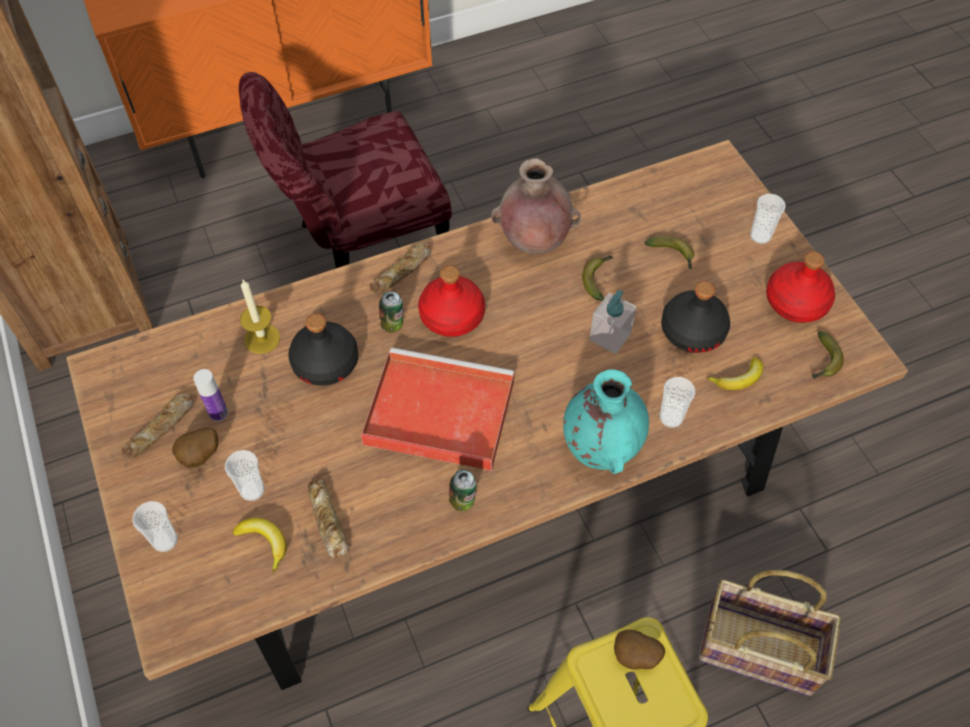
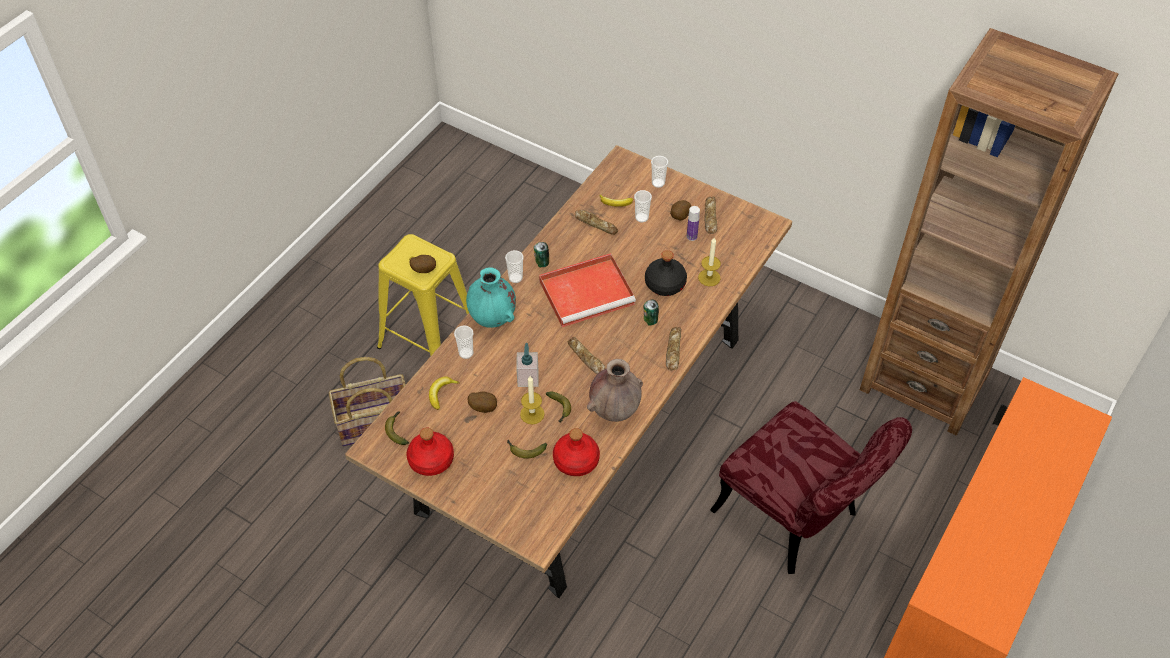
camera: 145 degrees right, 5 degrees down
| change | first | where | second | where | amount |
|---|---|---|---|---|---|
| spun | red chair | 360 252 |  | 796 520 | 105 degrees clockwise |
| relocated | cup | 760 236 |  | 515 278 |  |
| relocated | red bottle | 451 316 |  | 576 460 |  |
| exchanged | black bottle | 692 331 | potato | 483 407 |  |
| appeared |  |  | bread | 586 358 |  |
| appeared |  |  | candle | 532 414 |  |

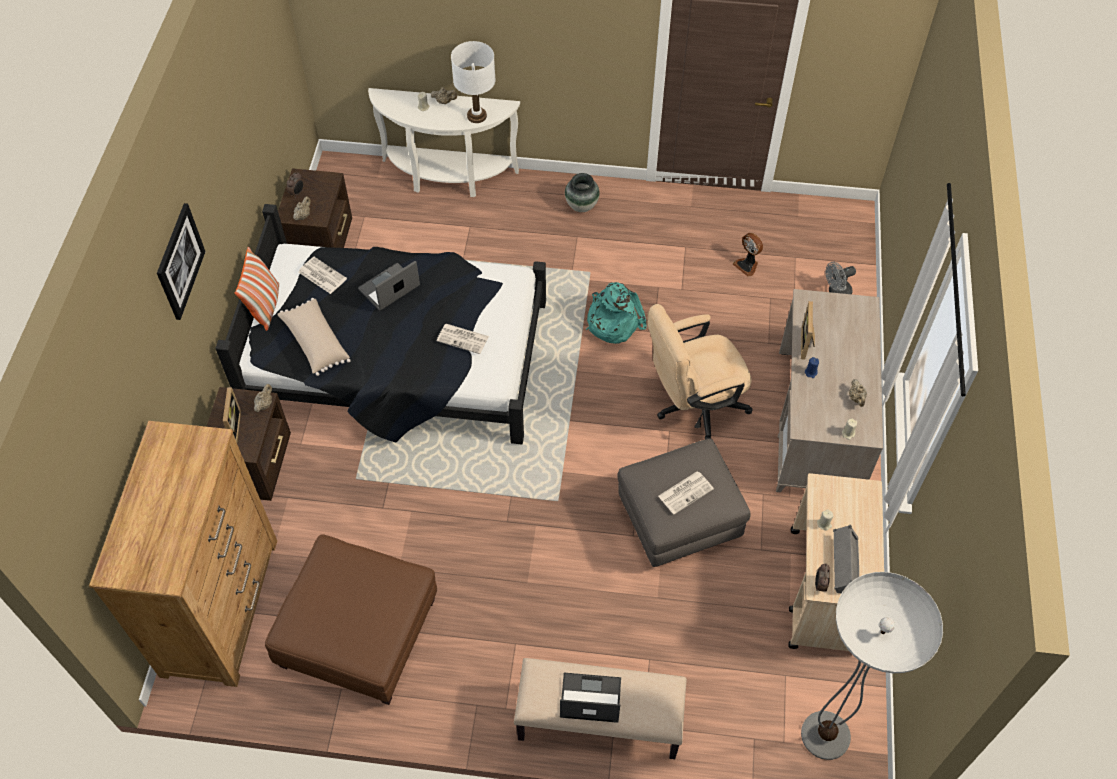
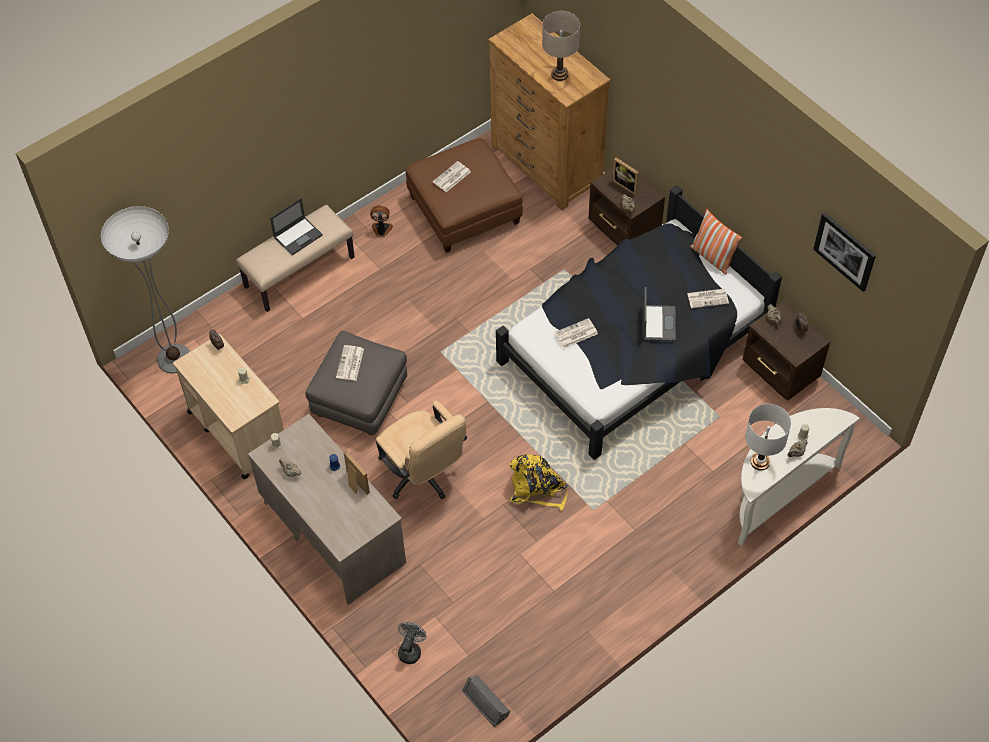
camera: 135 degrees right, 0 degrees up
| change | first | where | second | where | amount |
|---|---|---|---|---|---|
| missing | vase | 581 206 |  |  |  |
| relocated | picture | 179 261 |  | 845 251 |  |
| relocated | fan | 747 265 |  | 381 230 |  |
| colour | turquoise backpack | 612 321 | yellow backpack | 537 488 |  |
| missing | beige pillow | 315 343 |  |  |  |
| spun | beige office chair | 693 406 |  | 423 475 | 120 degrees clockwise |
| relocated | grey speaker | 844 564 |  | 486 702 |  |
| appeared |  |  | beige table lamp | 559 74 |  |
| appeared |  |  | newspaper | 451 177 |  |

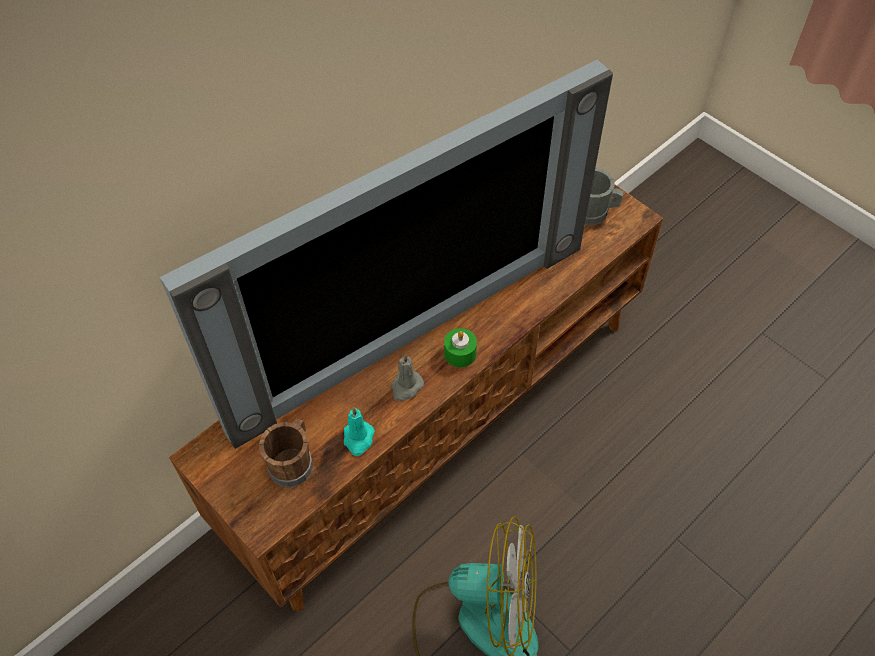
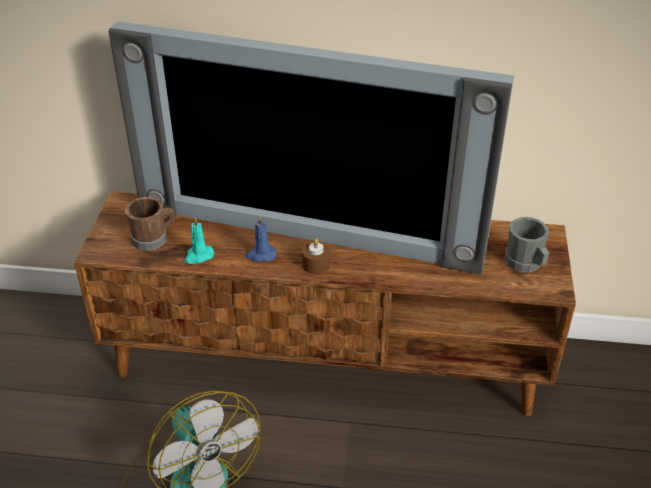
camera: 50 degrees right, 15 degrees down
| change | first | where | second | where | amount |
|---|---|---|---|---|---|
| colour | green candle | 460 353 | brown candle | 316 264 |  |
| colour | grey candle | 406 387 | blue candle | 261 255 |  |

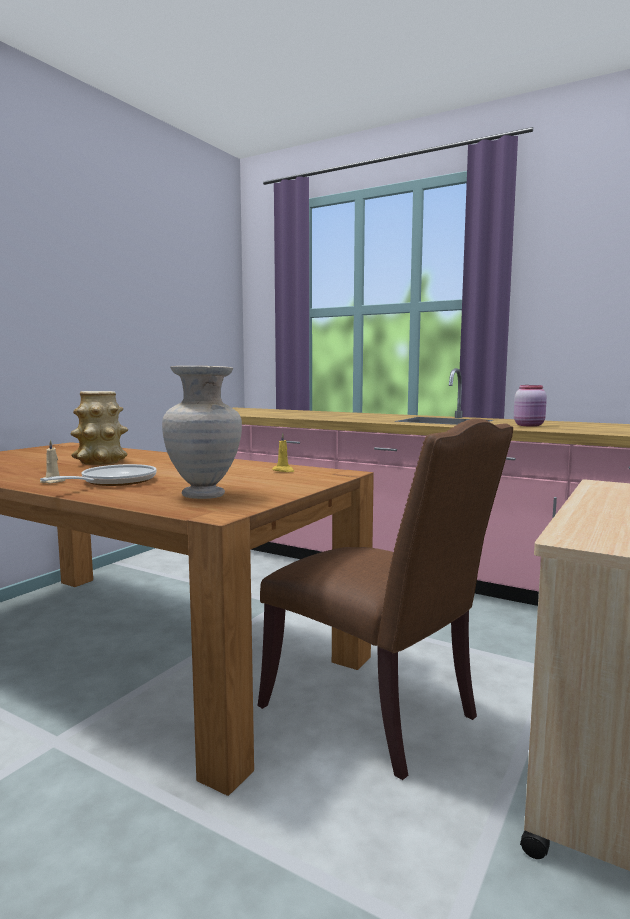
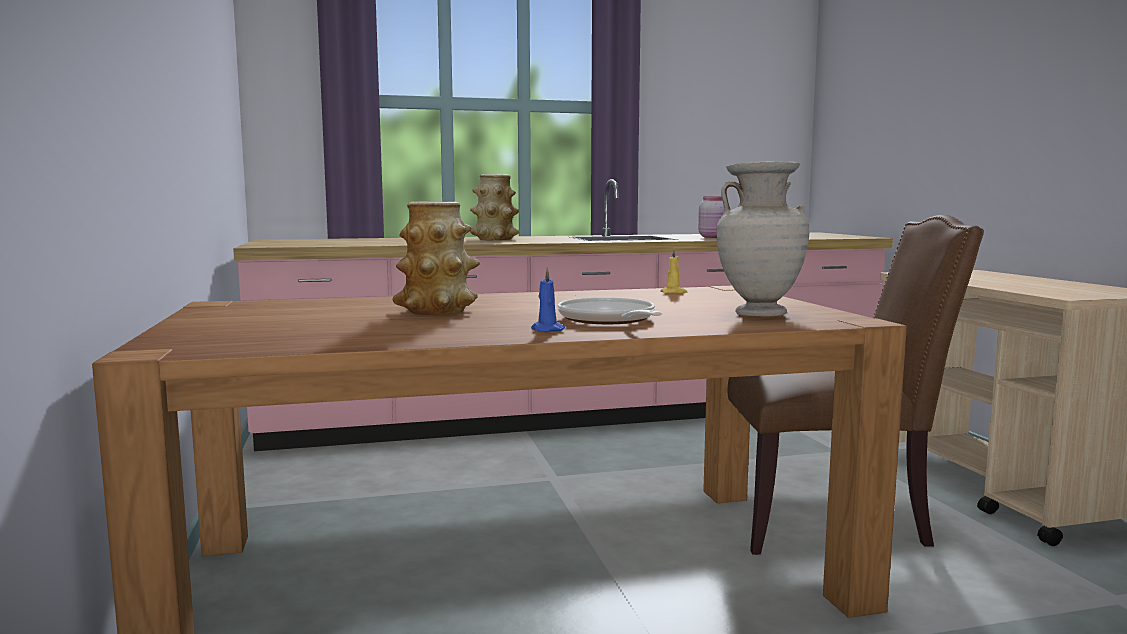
camera: 45 degrees left, 0 degrees up
| change | first | where | second | where | amount |
|---|---|---|---|---|---|
| colour | beige candle | 54 481 | blue candle | 546 330 |  |
| appeared |  |  | vase | 494 239 |  |

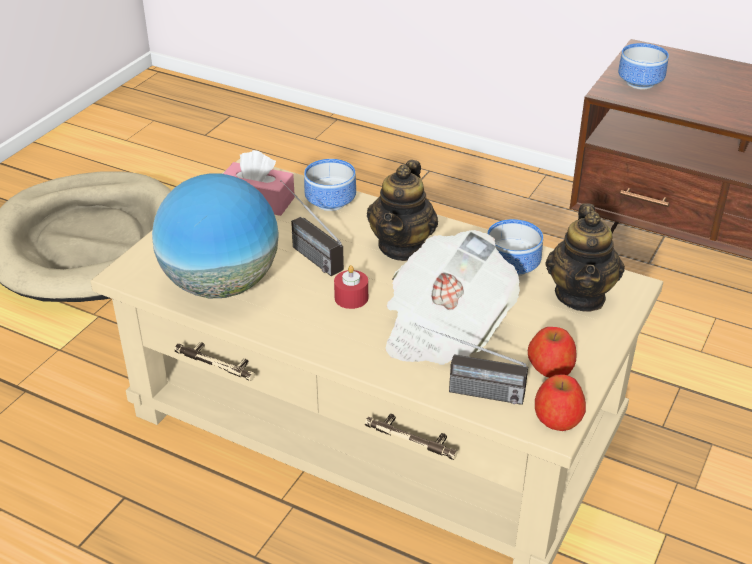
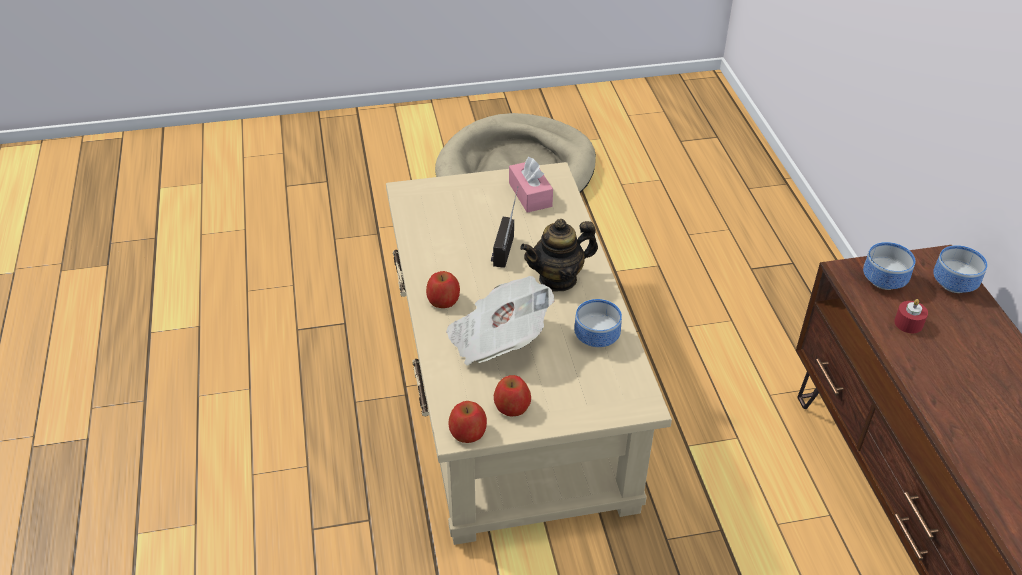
camera: 50 degrees right, 5 degrees up
| change | first | where | second | where | amount |
|---|---|---|---|---|---|
| relocated | bowl | 330 201 |  | 955 283 |  |
| missing | globe | 221 285 |  |  |  |
| missing | teapot | 581 296 |  |  |  |
| relocated | red candle | 351 298 |  | 908 323 |  |
| missing | radio | 466 390 |  |  |  |
| appeared |  |  | apple | 443 300 |  |

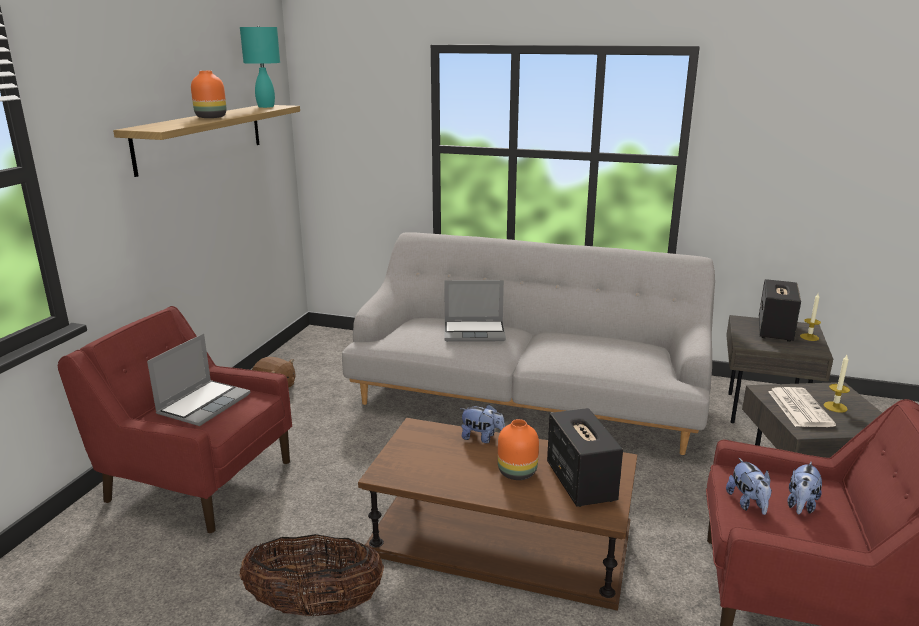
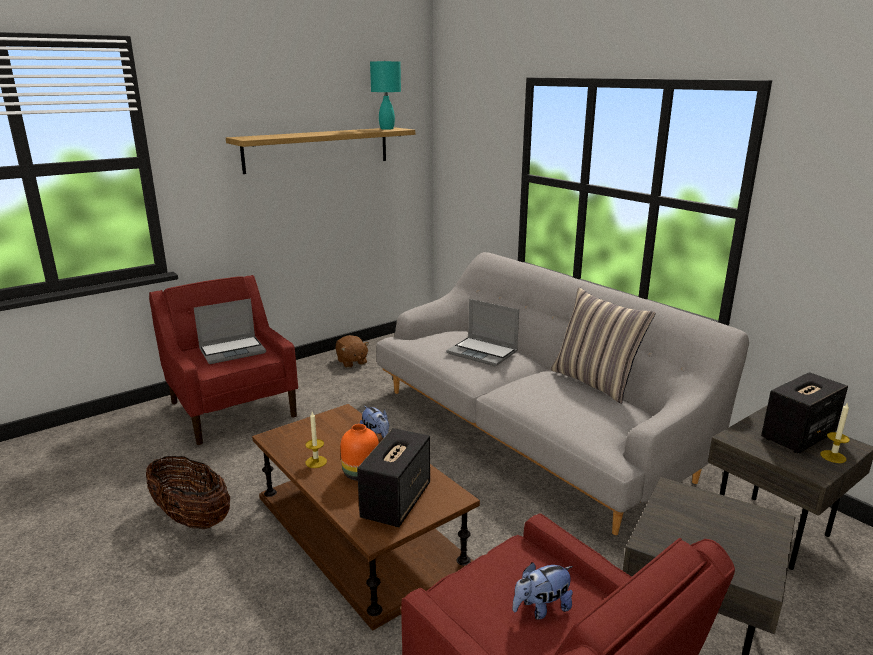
camera: 35 degrees right, 0 degrees up
| change | first | where | second | where | amount |
|---|---|---|---|---|---|
| missing | orange vase | 212 117 |  |  |  |
| relocated | candle | 835 407 |  | 316 462 |  |
| missing | newspaper | 798 408 |  |  |  |
| missing | plush toy | 748 503 |  |  |  |
| appeared |  |  | pillow | 595 382 |  |

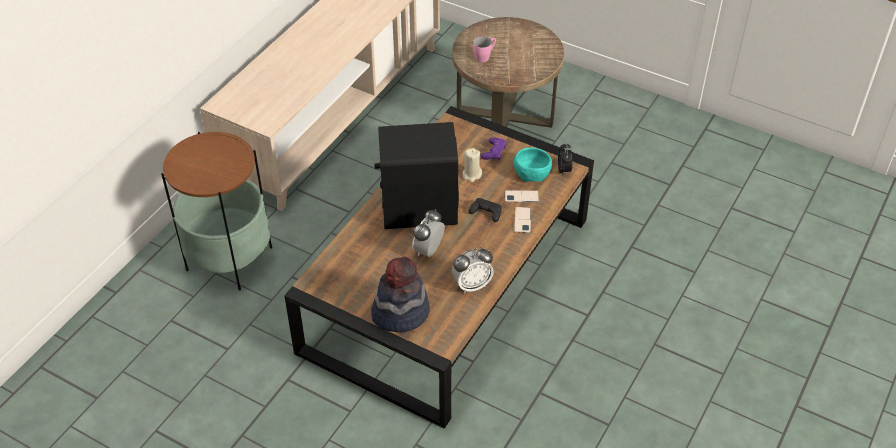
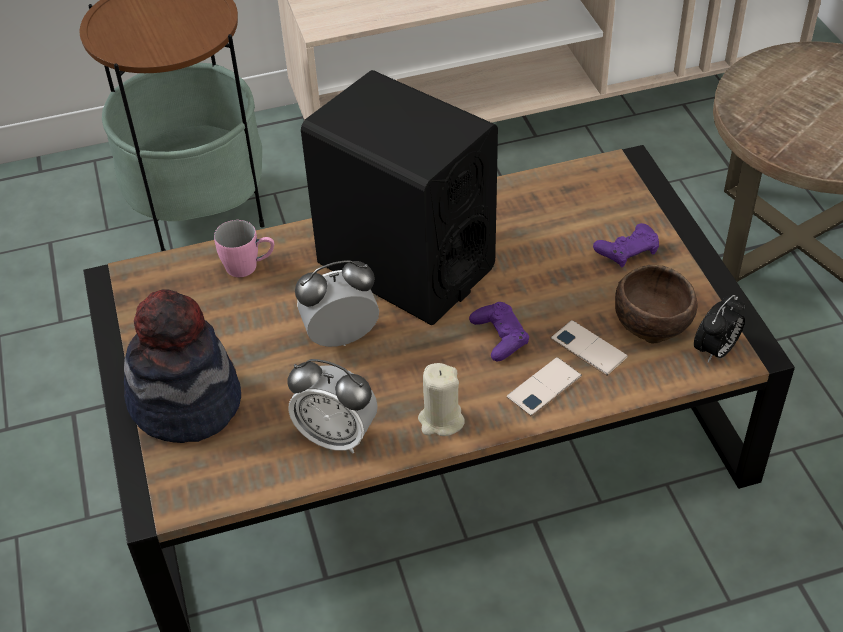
camera: 45 degrees right, 0 degrees up
| change | first | where | second | where | amount |
|---|---|---|---|---|---|
| relocated | pink mug | 484 56 |  | 249 266 |  |
| colour | turquoise bowl | 531 172 | brown bowl | 653 319 |  |
| relocated | beige candle | 471 175 |  | 441 420 |  |
| colour | black game controller | 486 212 | purple game controller | 499 336 |  |

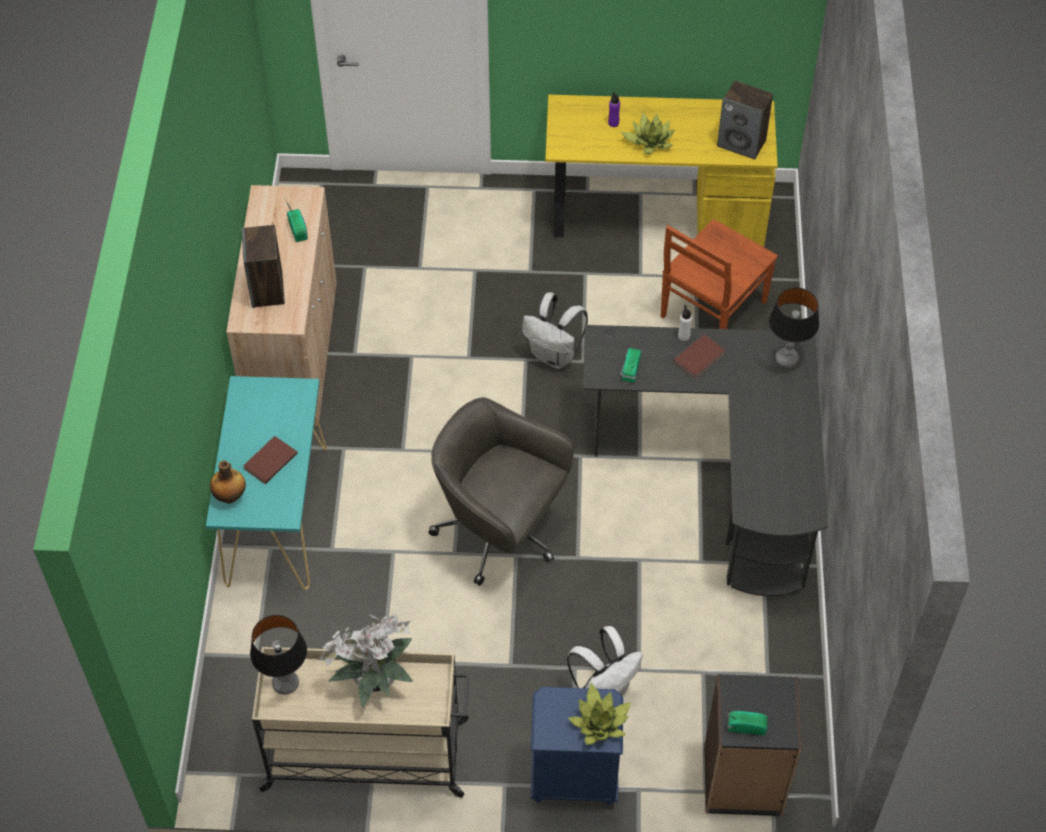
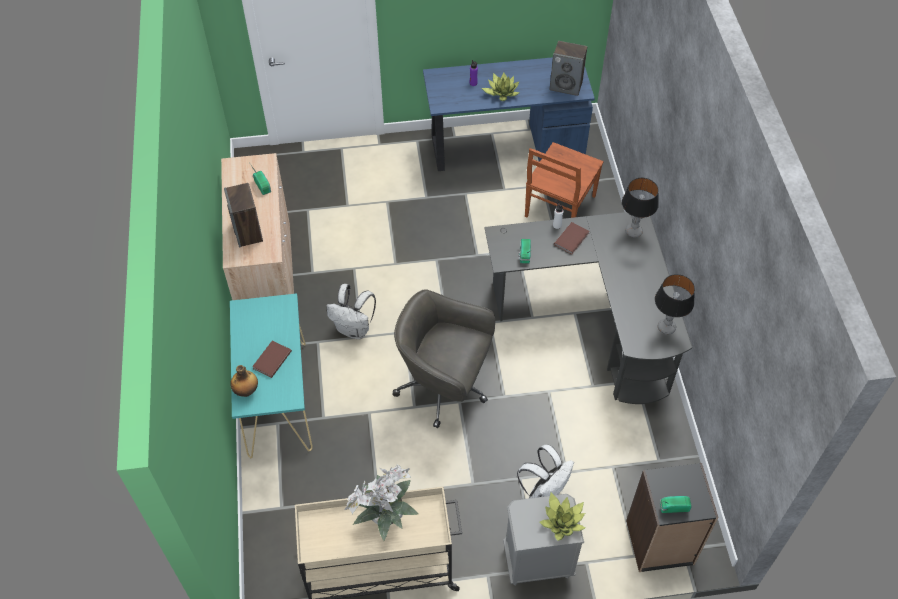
camera: 10 degrees left, 0 degrees up
| change | first | where | second | where | amount |
|---|---|---|---|---|---|
| colour | yellow desk | 654 212 | blue desk | 503 145 |  |
| relocated | white backpack | 554 355 |  | 354 329 |  |
| relocated | table lamp | 285 683 |  | 666 327 |  |
| colour | blue nightstand | 573 777 | grey nightstand | 537 561 |  |

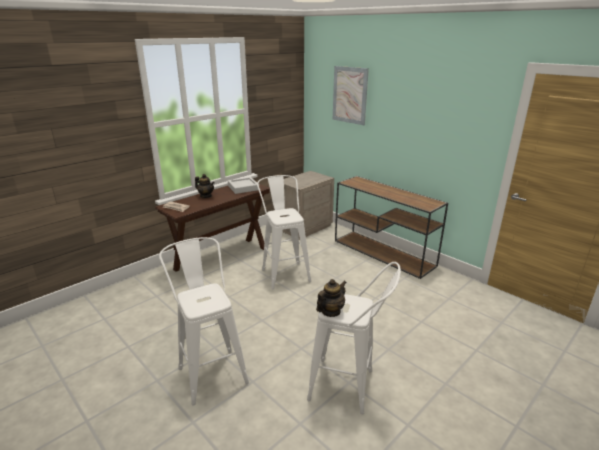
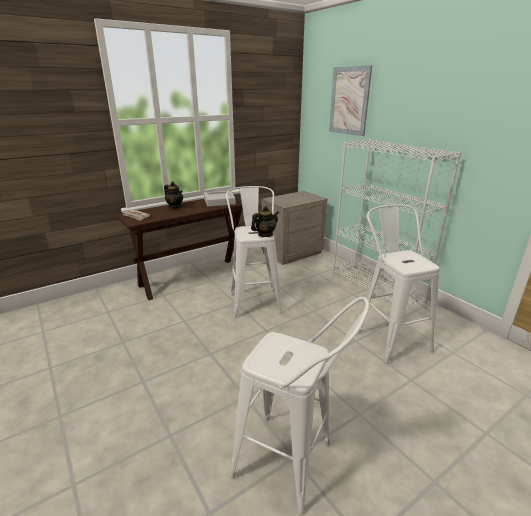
camera: 10 degrees right, 0 degrees up
| change | first | where | second | where | amount |
|---|---|---|---|---|---|
| exchanged | brown console table | 384 253 | white bookcase | 377 288 |  |
| relocated | white stool | 211 370 |  | 389 337 |  |
| relocated | teapot | 330 311 |  | 265 235 |  |

